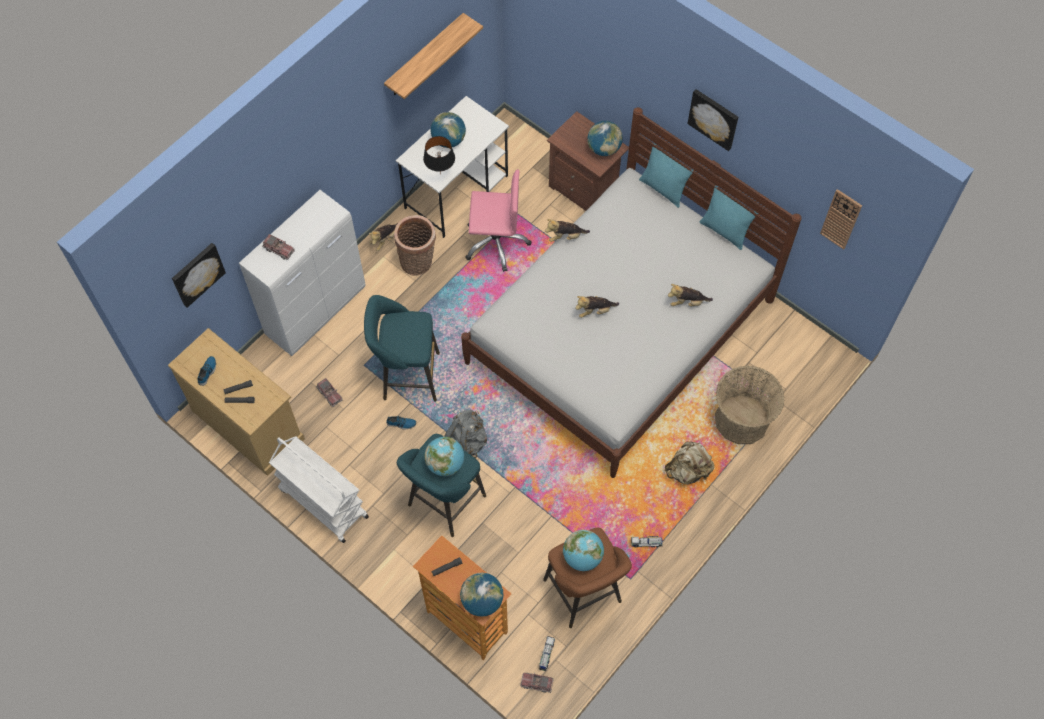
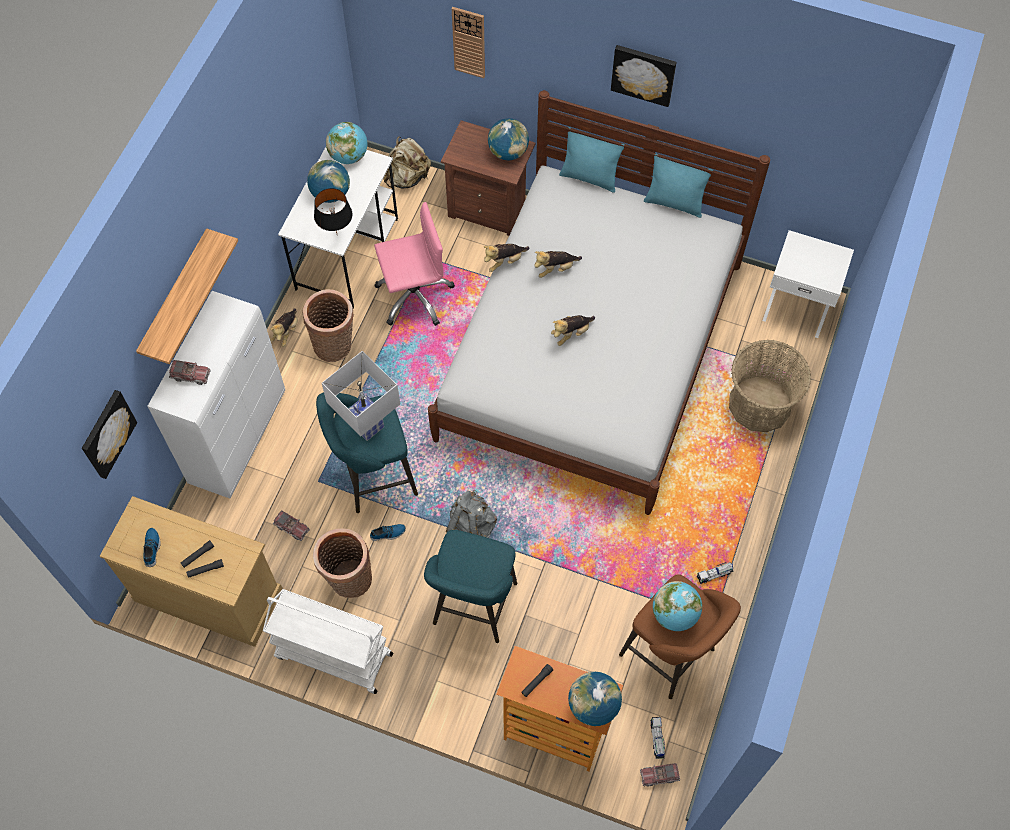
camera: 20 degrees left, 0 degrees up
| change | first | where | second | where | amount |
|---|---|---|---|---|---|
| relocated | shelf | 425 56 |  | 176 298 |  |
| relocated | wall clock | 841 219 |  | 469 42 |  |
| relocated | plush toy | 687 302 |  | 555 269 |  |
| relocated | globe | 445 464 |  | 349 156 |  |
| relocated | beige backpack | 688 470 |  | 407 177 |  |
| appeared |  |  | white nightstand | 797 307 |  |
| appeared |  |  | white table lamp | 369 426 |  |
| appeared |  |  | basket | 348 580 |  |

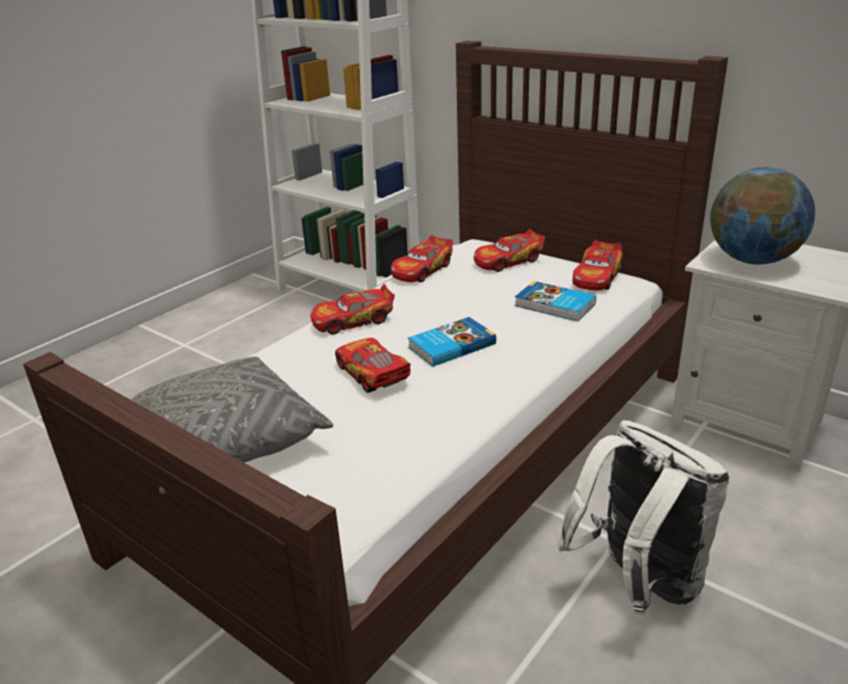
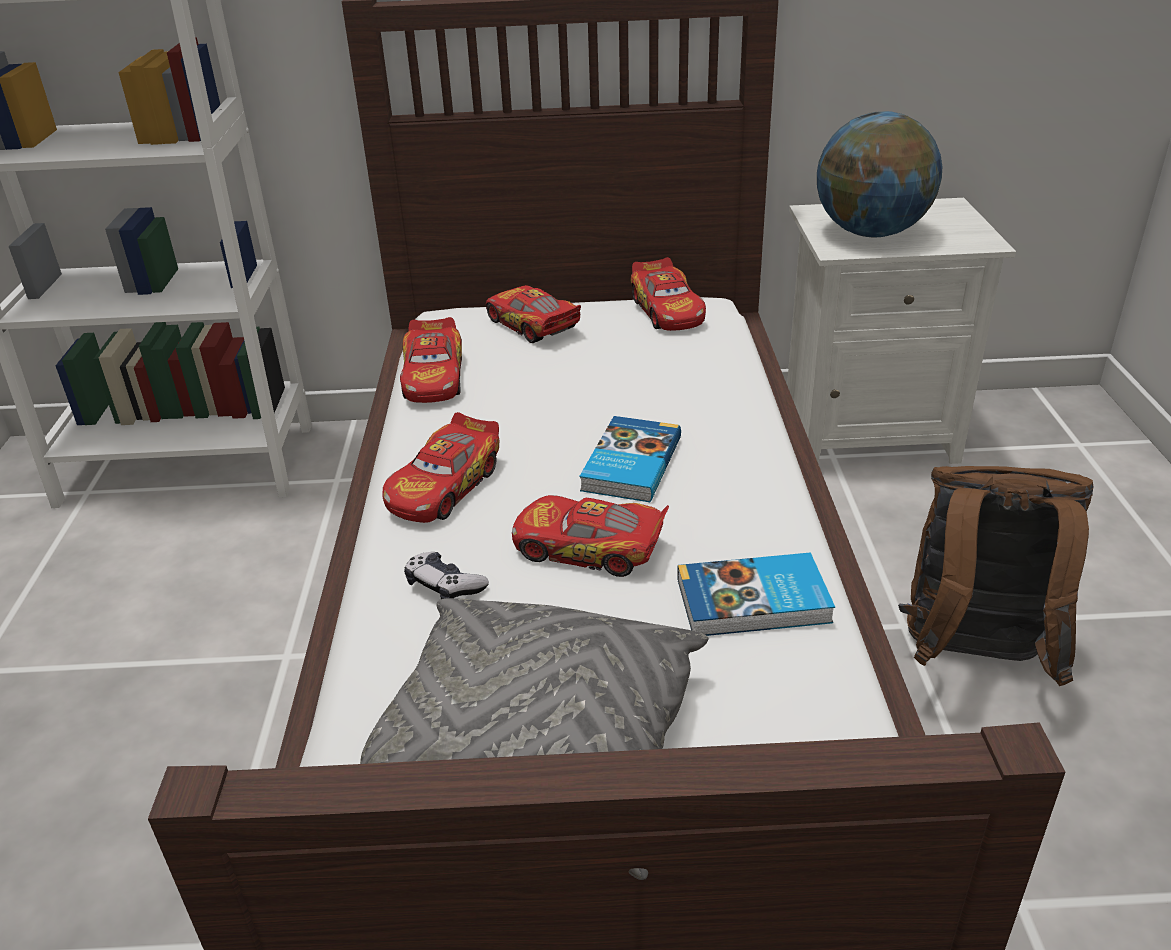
camera: 40 degrees left, 5 degrees up
| change | first | where | second | where | amount |
|---|---|---|---|---|---|
| spun | toy car | 508 261 |  | 532 325 | 120 degrees clockwise |
| relocated | book | 554 305 |  | 754 602 |  |
| colour | white backpack | 638 582 | brown backpack | 972 658 |  |
| appeared |  |  | game controller | 444 586 |  |

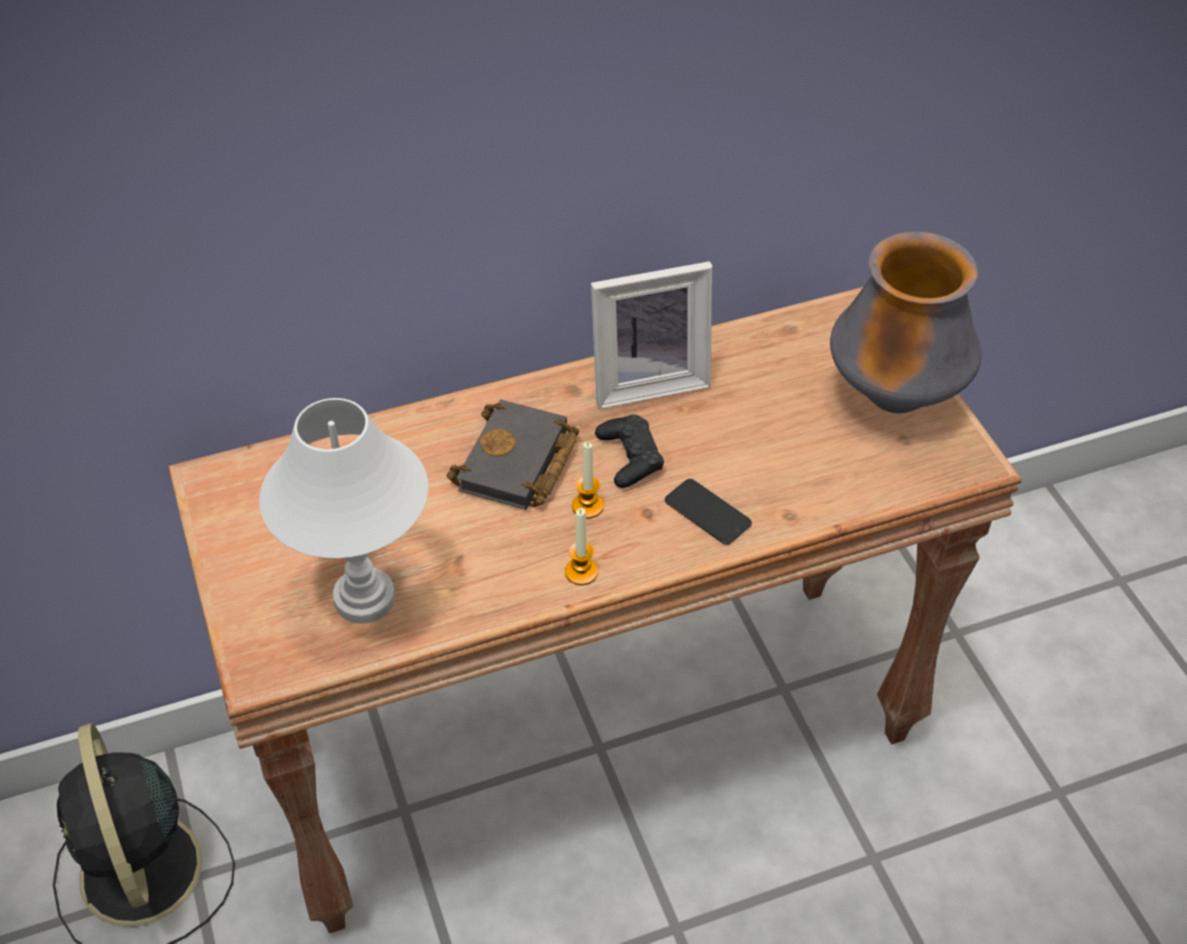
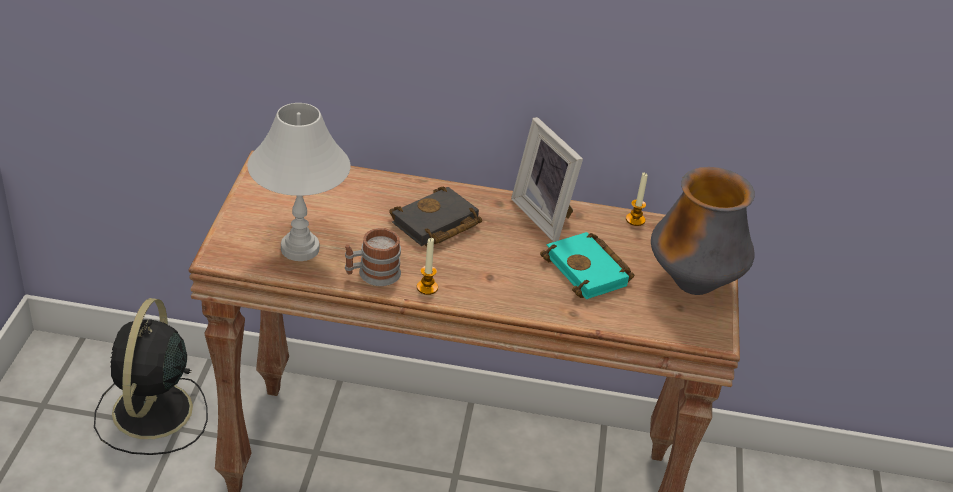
camera: 25 degrees right, 10 degrees down
| change | first | where | second | where | amount |
|---|---|---|---|---|---|
| spun | picture frame | 647 381 |  | 546 216 | 45 degrees clockwise |
| missing | black game controller | 630 457 |  |  |  |
| relocated | candle | 587 506 |  | 635 220 |  |
| missing | phone | 707 512 |  |  |  |
| appeared |  |  | mug | 372 274 |  |
| appeared |  |  | turquoise book | 589 271 |  |

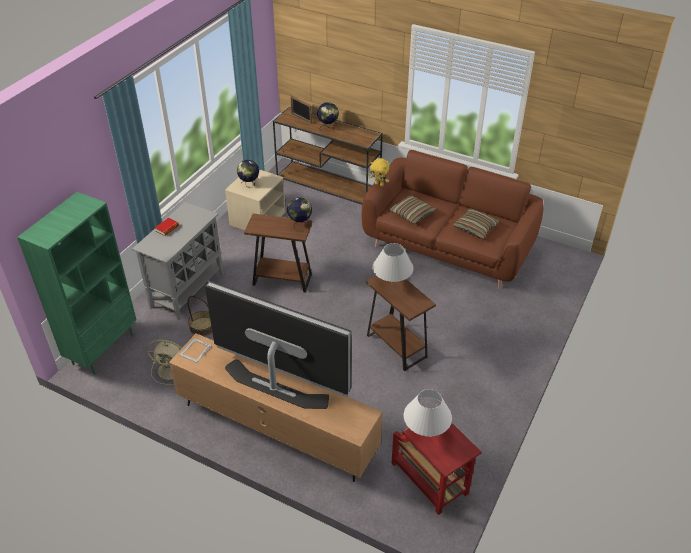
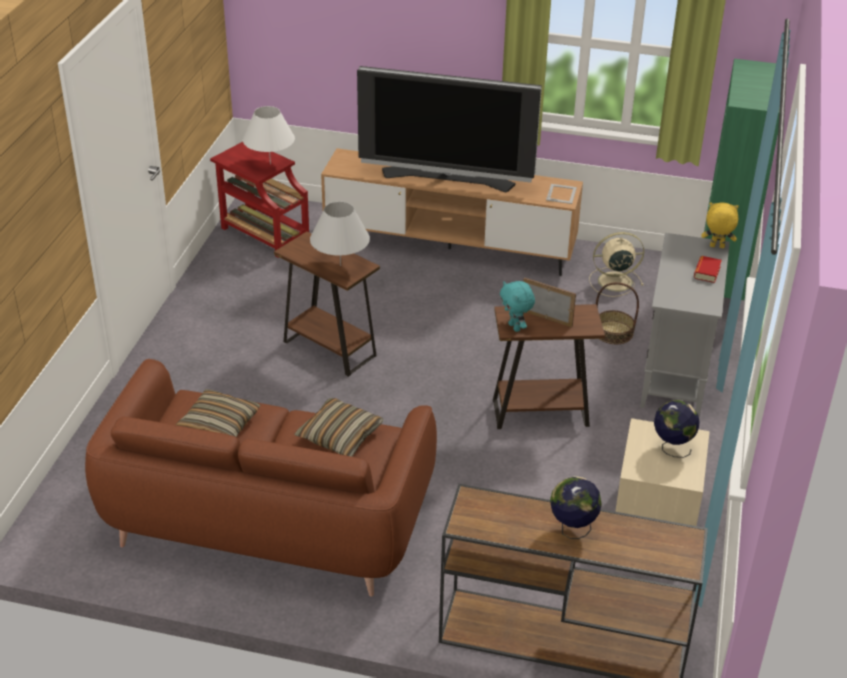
camera: 165 degrees right, 5 degrees down
| change | first | where | second | where | amount |
|---|---|---|---|---|---|
| relocated | picture frame | 301 118 |  | 546 318 |  |
| relocated | yellow plush toy | 379 184 |  | 716 247 |  |
| exchanged | globe | 300 224 | turquoise plush toy | 515 327 |  |

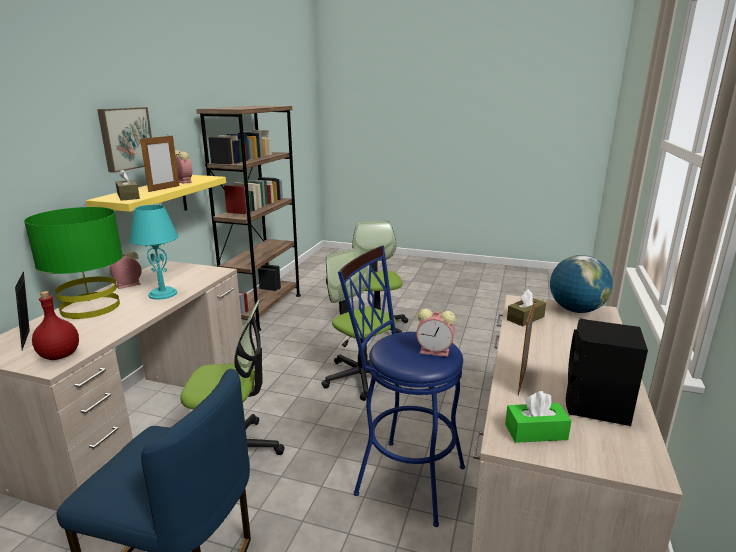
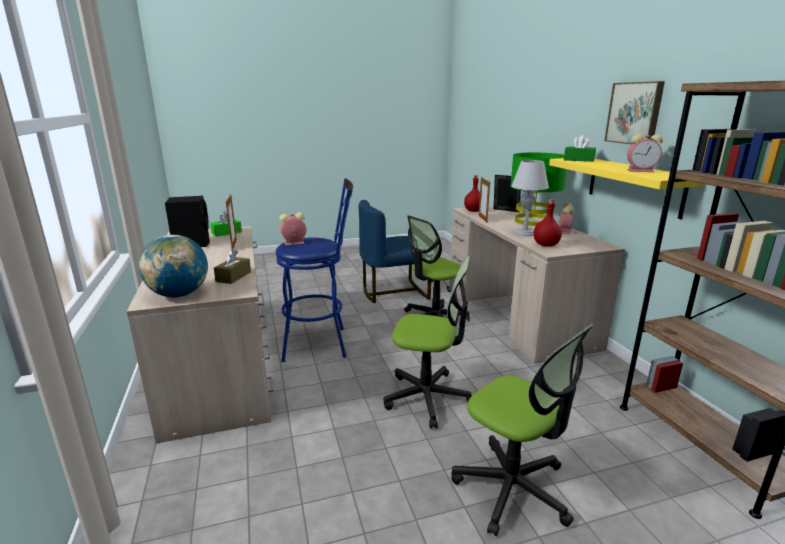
camera: 145 degrees right, 0 degrees up
| change | first | where | second | where | amount |
|---|---|---|---|---|---|
| relocated | picture frame | 164 188 |  | 482 218 |  |
| colour | brown tissue box | 128 196 | green tissue box | 579 160 |  |
| colour | turquoise table lamp | 163 294 | grey table lamp | 525 233 |  |
| appeared |  |  | red bottle | 546 245 |  |

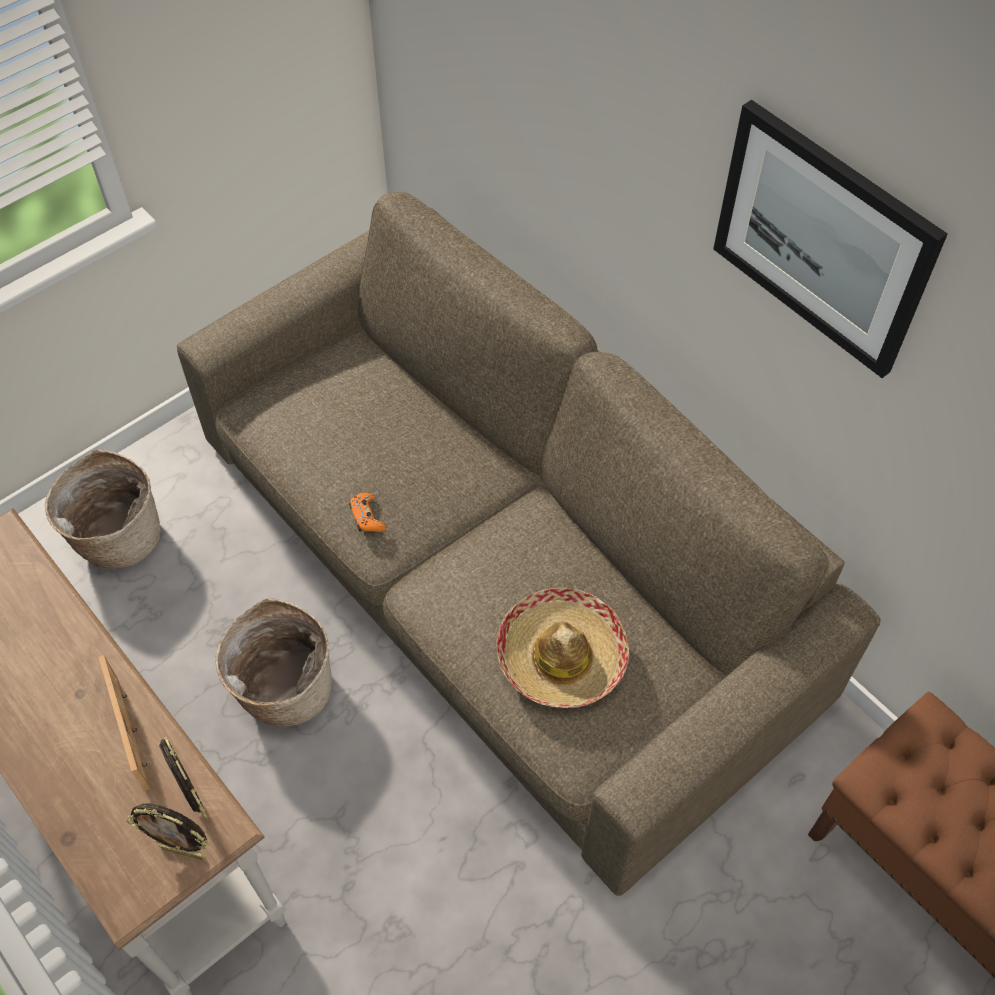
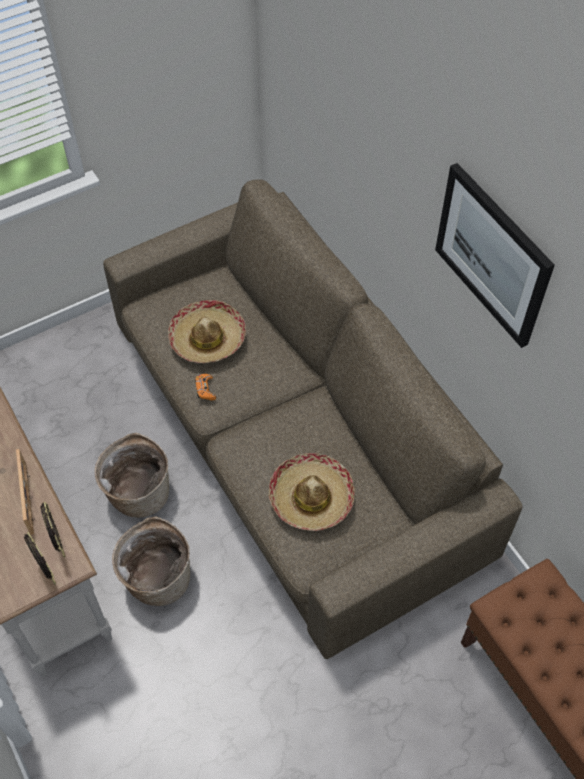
camera: 10 degrees right, 0 degrees up
| change | first | where | second | where | amount |
|---|---|---|---|---|---|
| relocated | basket | 117 536 |  | 157 577 |  |
| spun | picture frame | 184 851 |  | 47 574 | 150 degrees counterclockwise |
| appeared |  |  | hat | 207 338 |  |

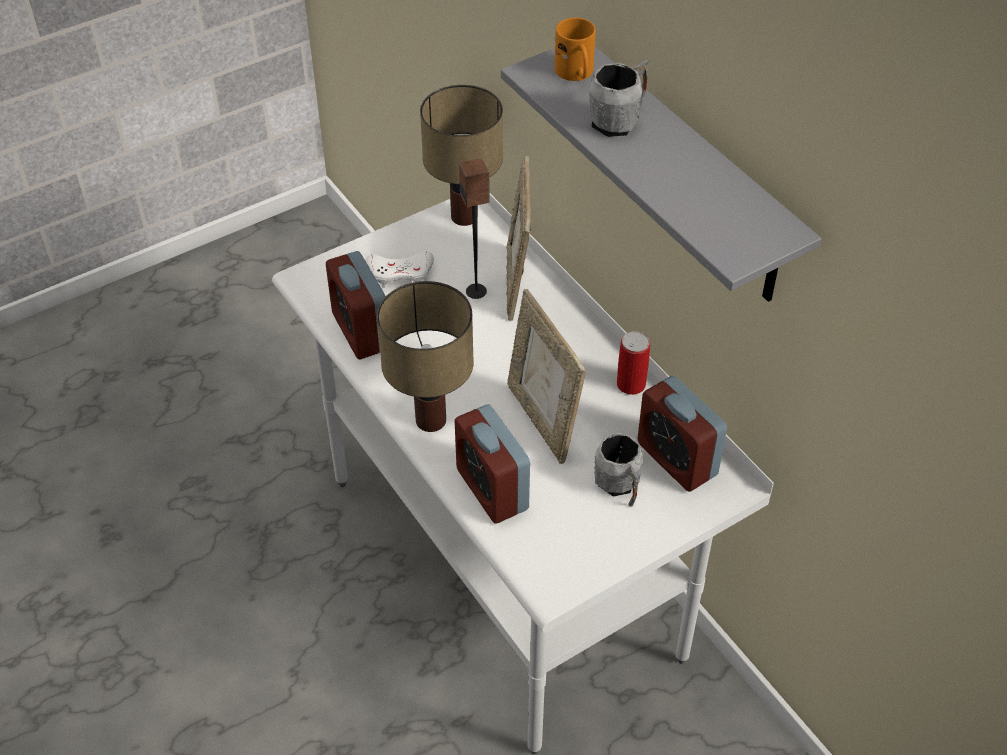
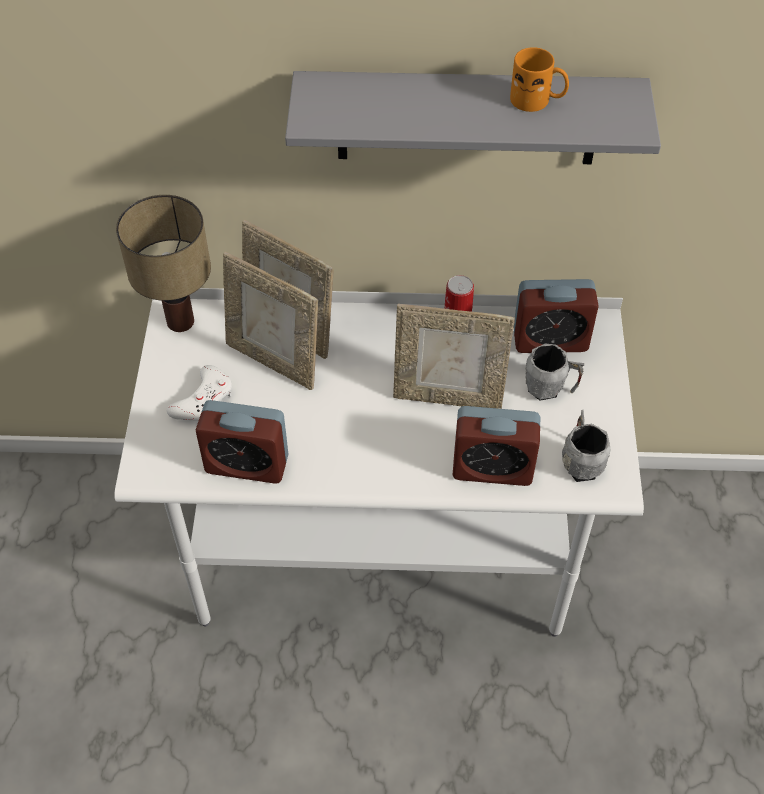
camera: 55 degrees left, 5 degrees up
| change | first | where | second | where | amount |
|---|---|---|---|---|---|
| relocated | orange mug | 577 74 |  | 538 100 |  |
| relocated | grey mug | 619 120 |  | 581 461 |  |
| exchanged | speaker | 476 291 | picture frame | 274 361 |  |
| missing | table lamp | 430 421 |  |  |  |

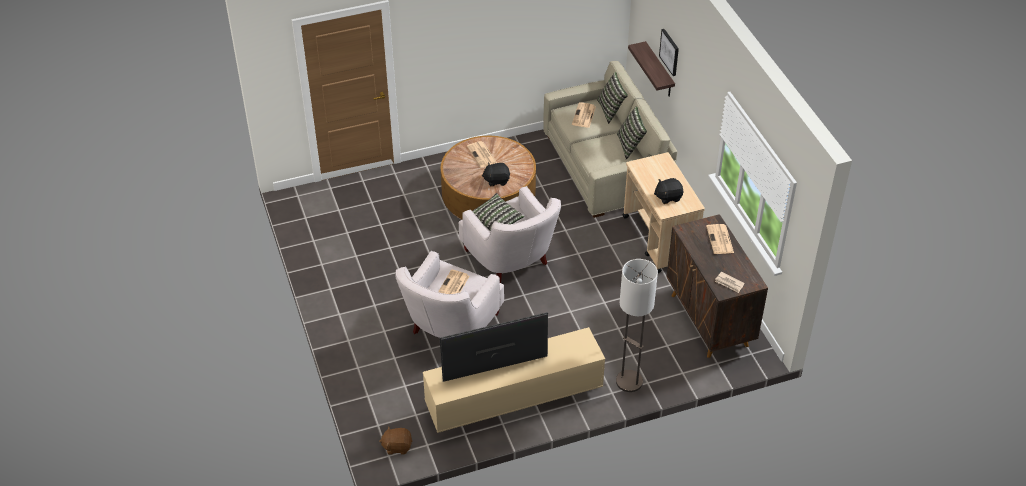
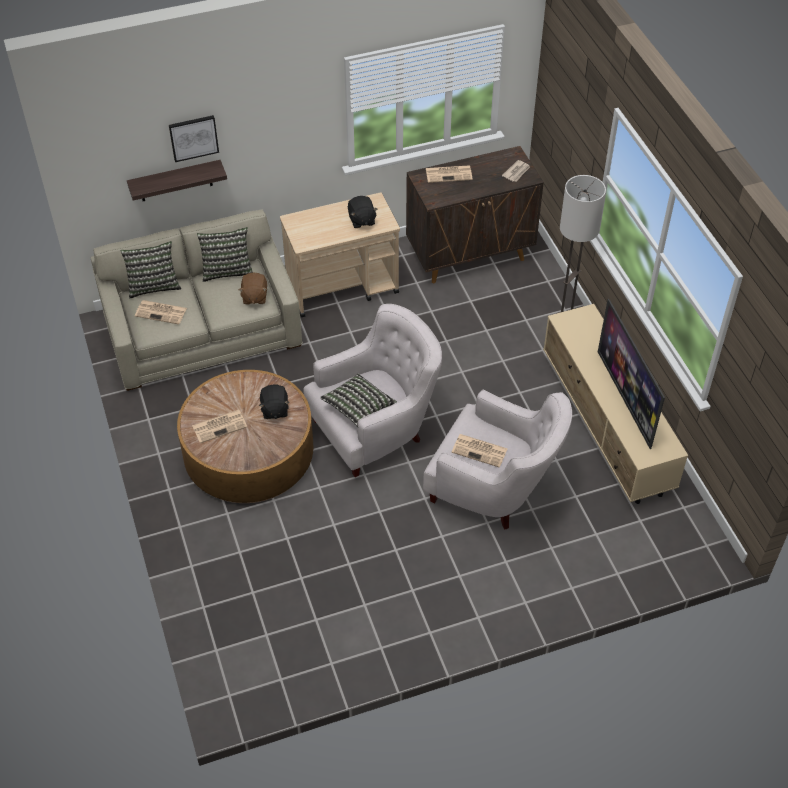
camera: 90 degrees left, 5 degrees up
| change | first | where | second | where | amount |
|---|---|---|---|---|---|
| relocated | brown plush toy | 397 446 |  | 254 297 |  |

